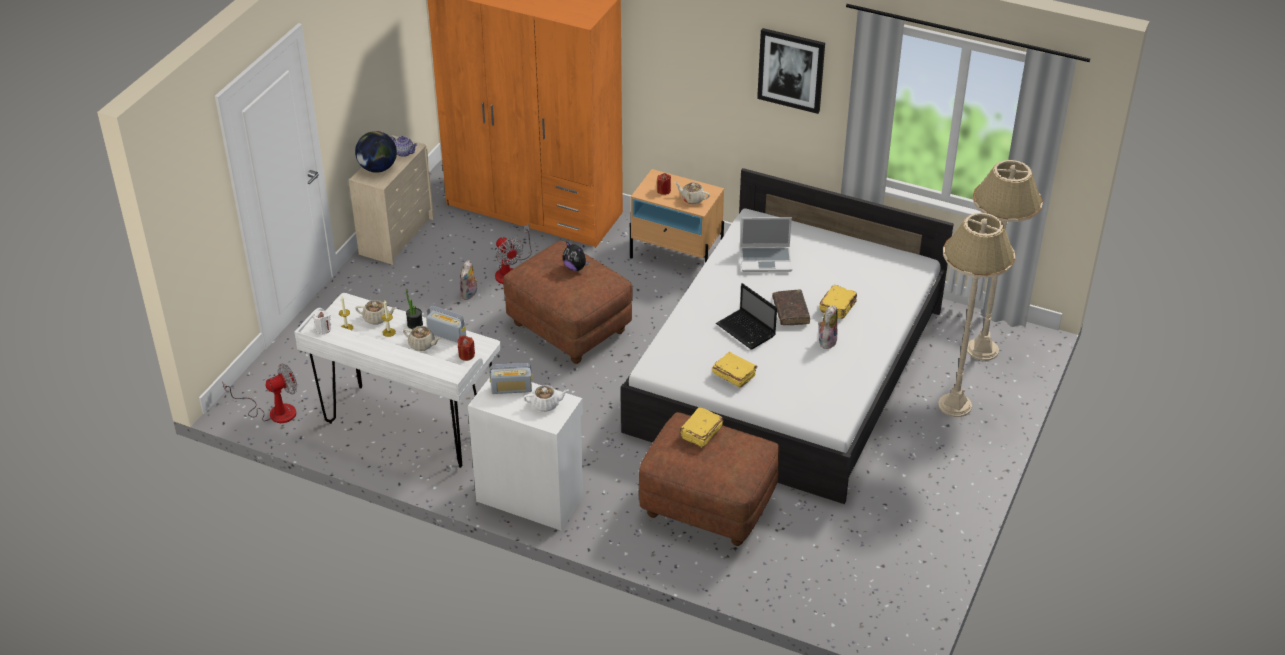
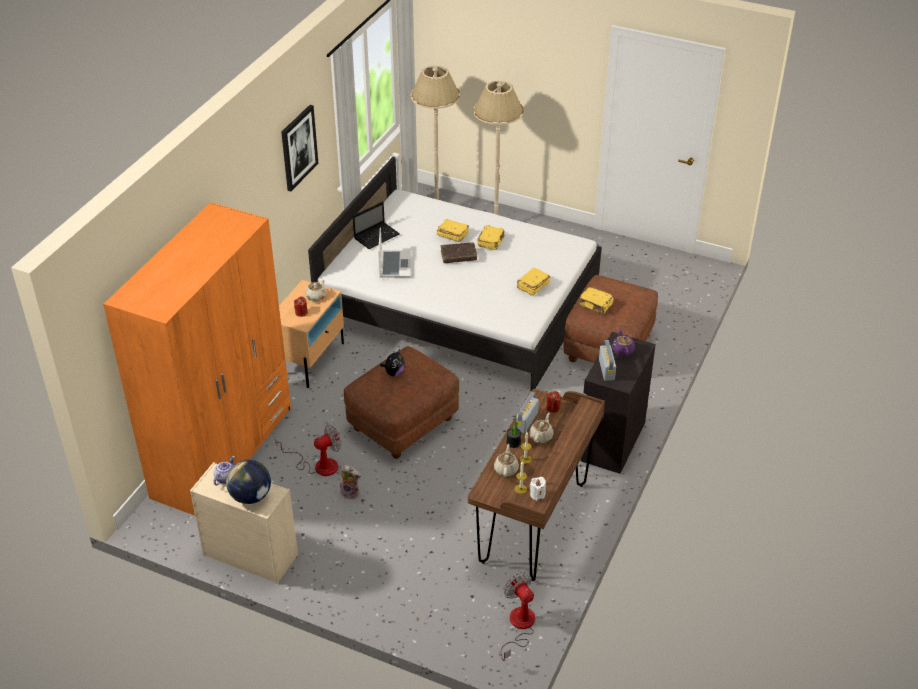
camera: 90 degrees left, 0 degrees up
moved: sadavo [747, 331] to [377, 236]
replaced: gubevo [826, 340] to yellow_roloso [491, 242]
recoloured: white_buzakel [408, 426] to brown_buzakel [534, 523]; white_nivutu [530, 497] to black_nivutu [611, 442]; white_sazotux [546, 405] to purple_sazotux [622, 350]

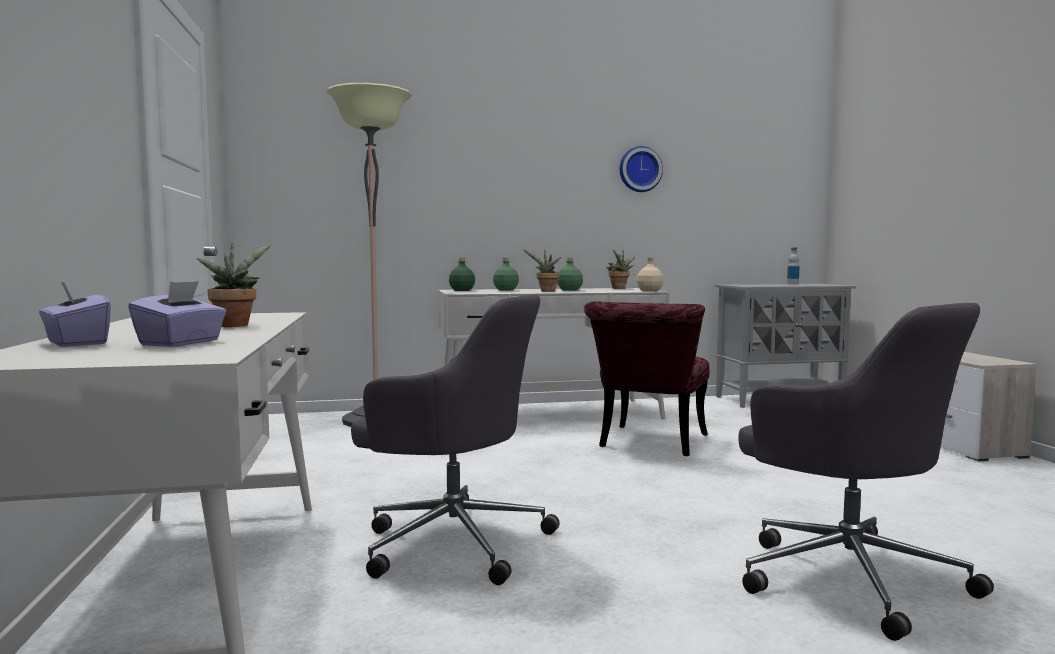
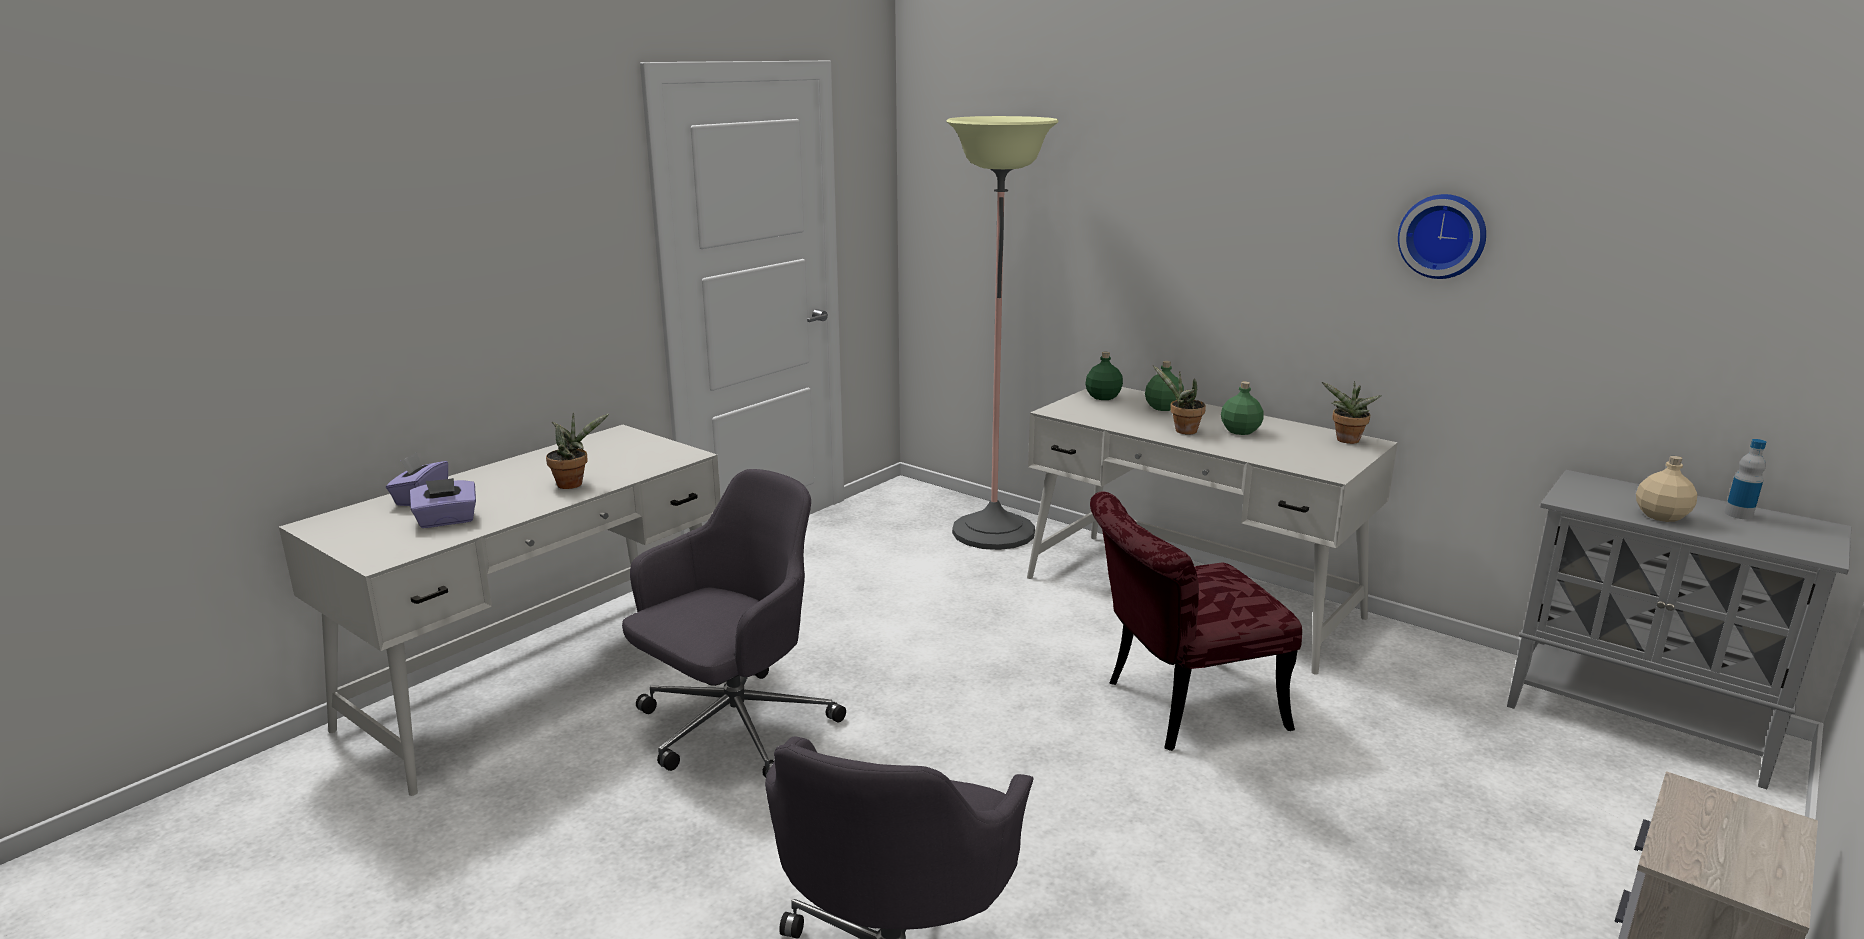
camera: 50 degrees right, 15 degrees up
moved: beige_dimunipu [649, 291] to [1660, 516]
turned: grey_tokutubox [452, 541] = [733, 729] 120 degrees counterclockwise

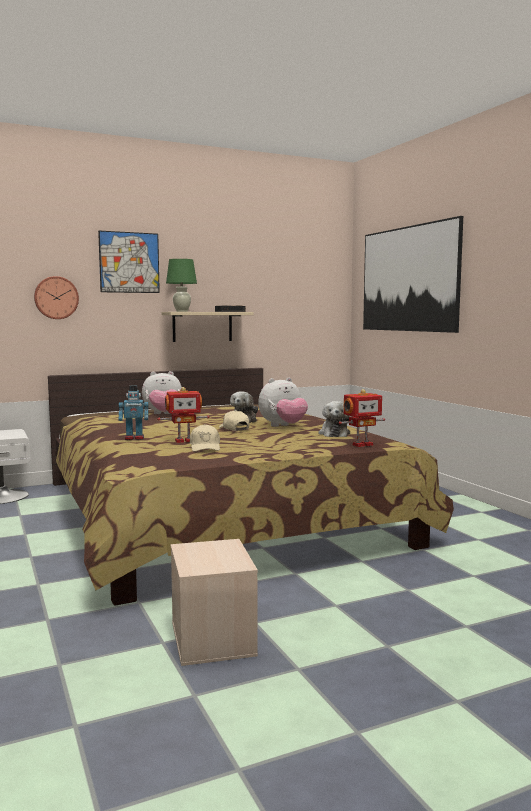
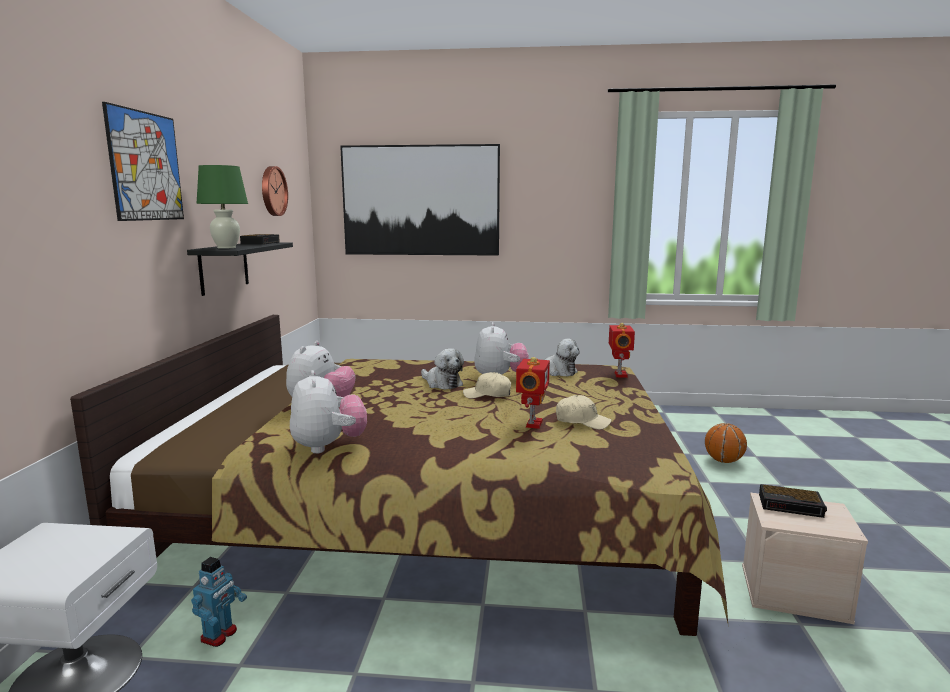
camera: 60 degrees left, 5 degrees up
added: gubevo [328, 446]; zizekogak [723, 461]; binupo [792, 505]
moved: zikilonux [56, 298] to [272, 191]; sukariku [134, 438] to [219, 635]
recoloured: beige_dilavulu [202, 326] to black_dilavulu [224, 267]

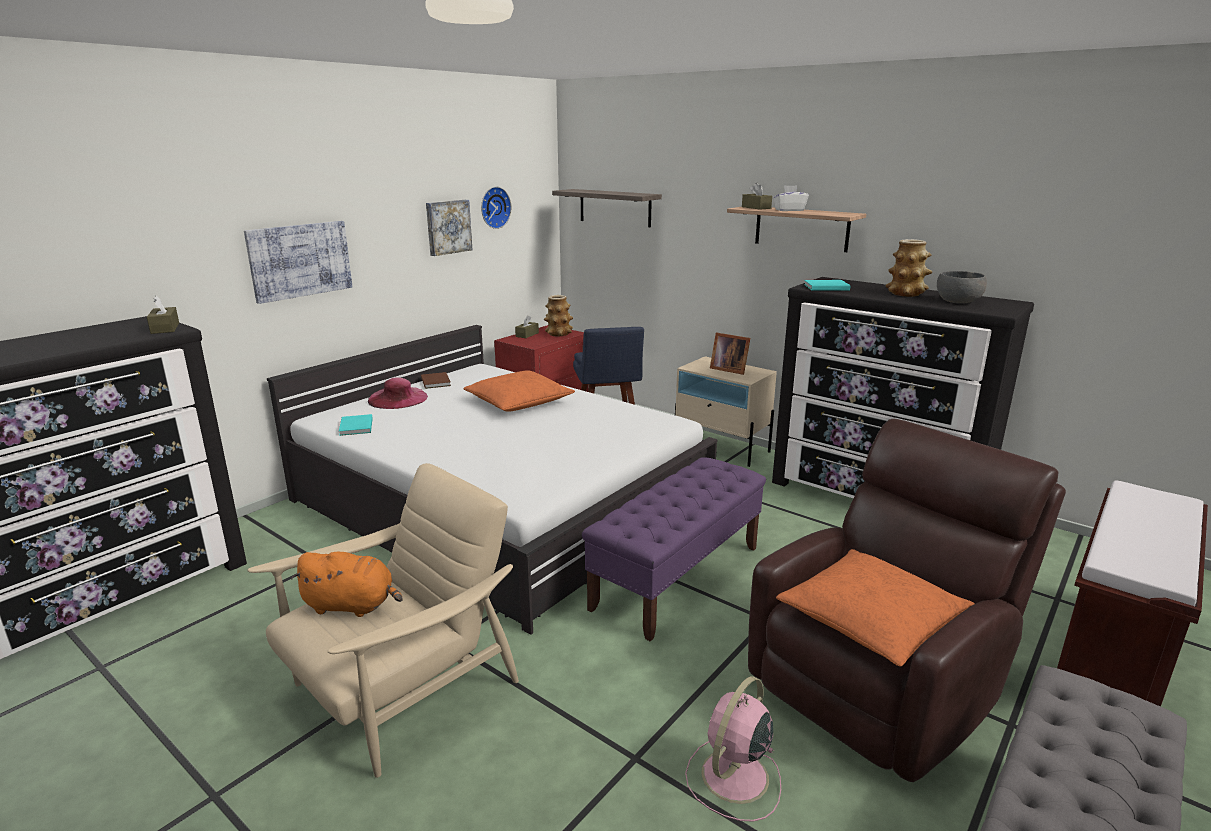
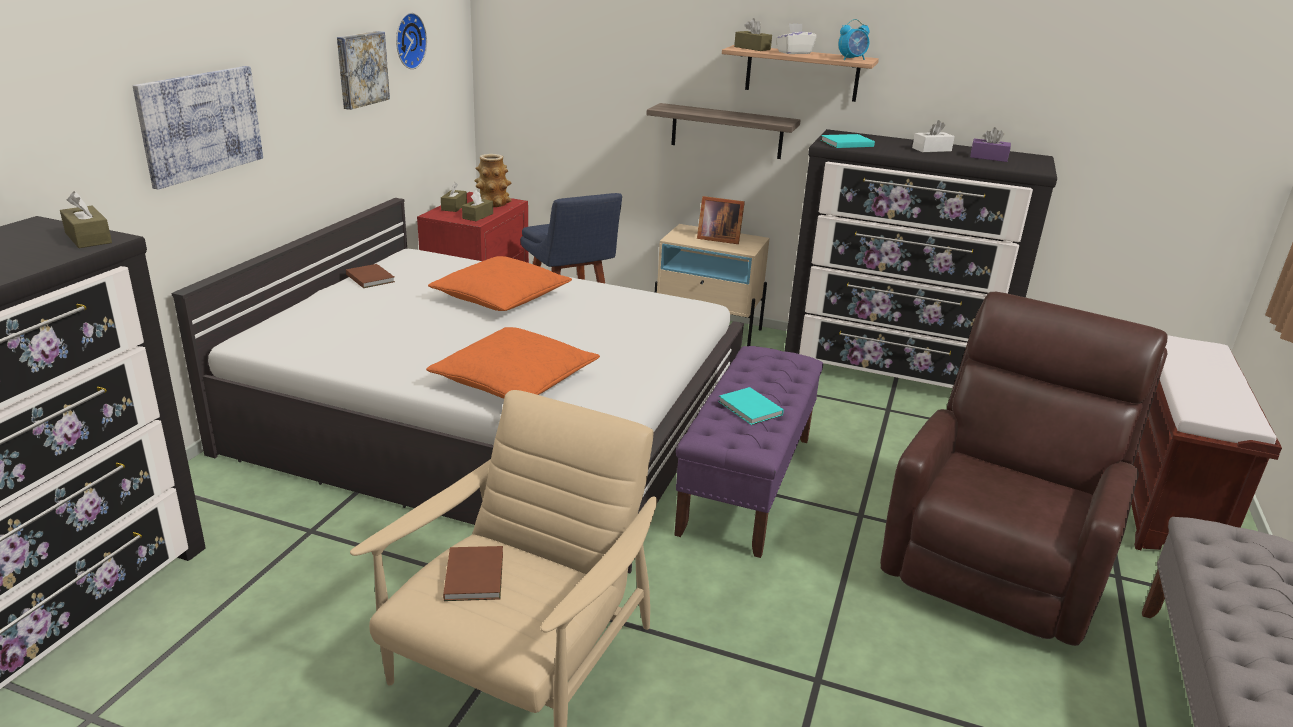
camera: 20 degrees left, 5 degrees up
removed: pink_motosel [397, 398]; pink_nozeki [733, 778]
added: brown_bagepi [478, 216]; binupo [852, 59]
moved: turquoise_roloso [355, 427] to [750, 409]; dilavulu [615, 207] to [727, 131]; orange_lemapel [870, 619] to [514, 380]
replaced: orange_gubevo [352, 605] to brown_roloso [475, 574]; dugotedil [906, 294] to white_bagepi [931, 149]; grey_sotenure [958, 301] to purple_bagepi [988, 157]

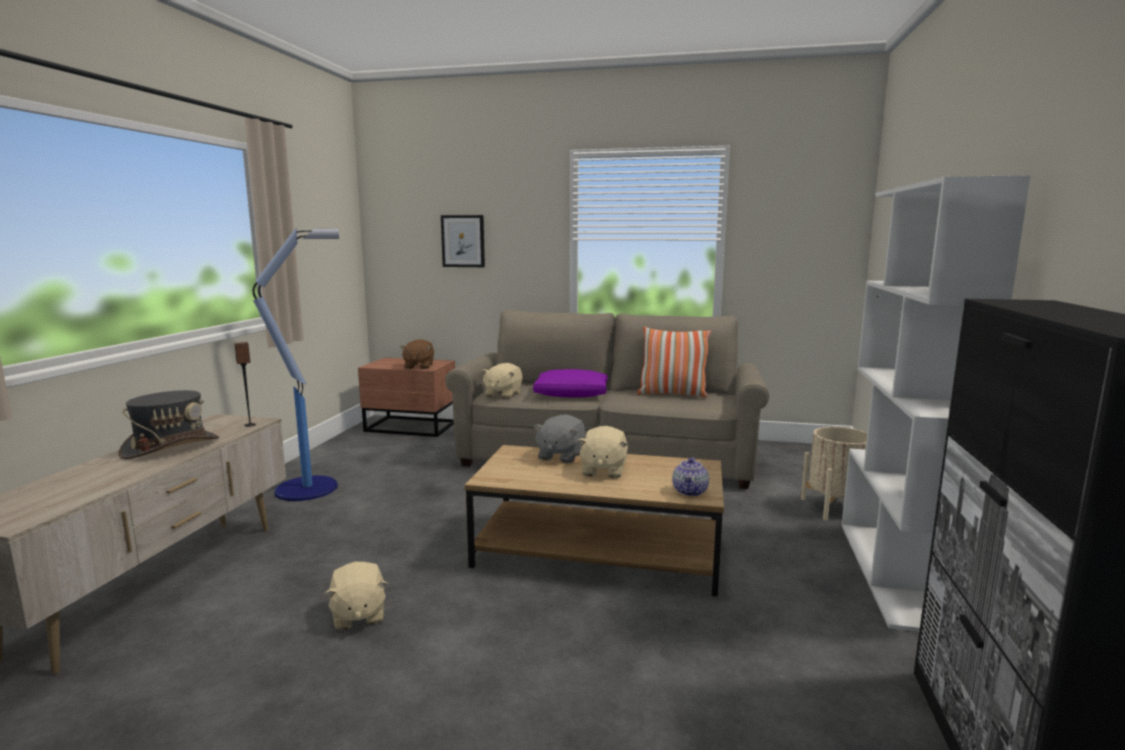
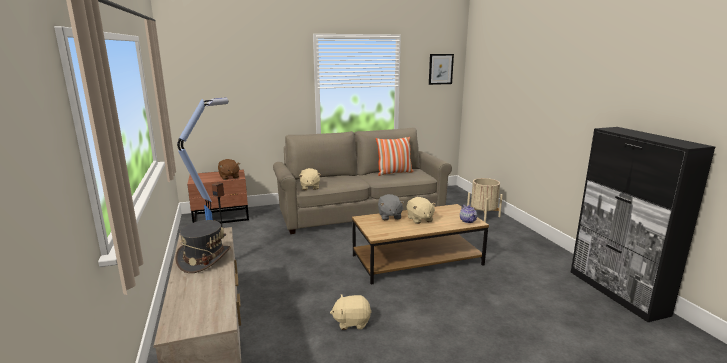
camera: 30 degrees left, 5 degrees up
removed: purple_lemapel [572, 394]; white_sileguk [893, 573]
moved: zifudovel [463, 241] to [440, 69]
turned: beige_gubevo [358, 615] = [351, 322] 135 degrees clockwise

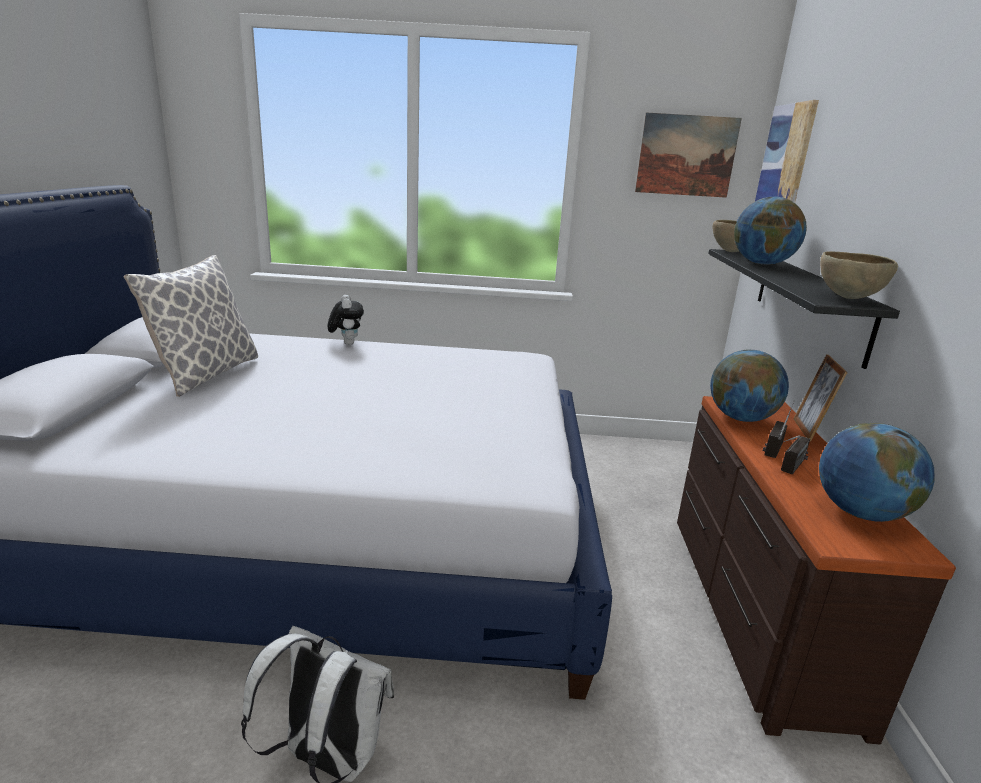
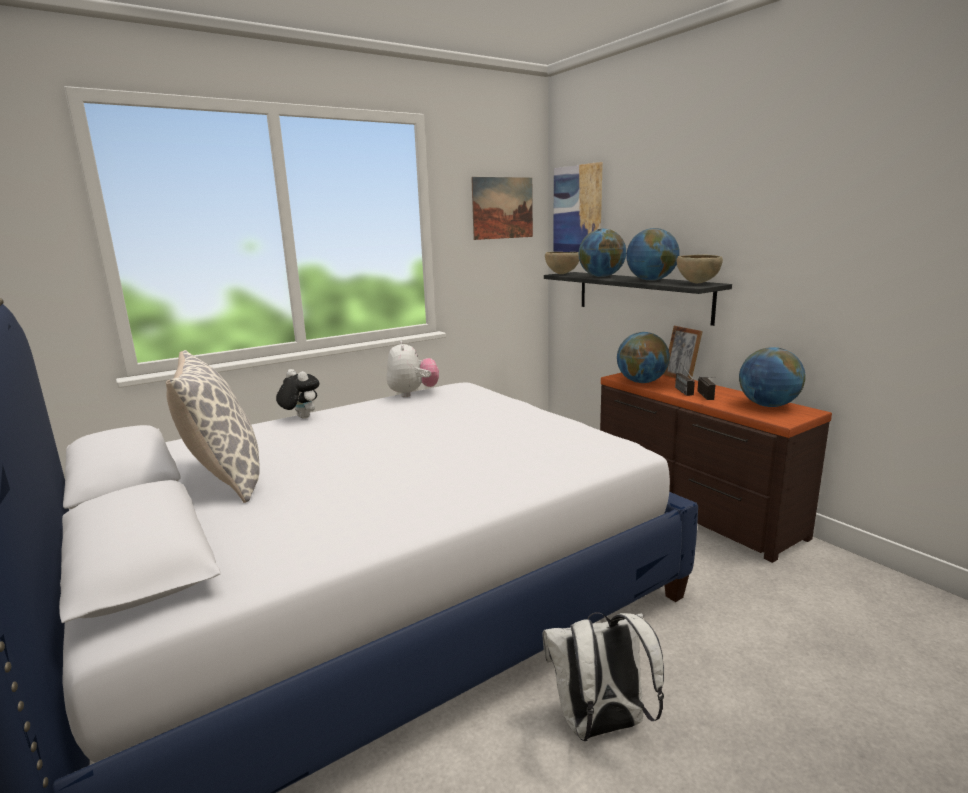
camera: 35 degrees left, 5 degrees down
added: gubevo [413, 393]; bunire [651, 280]

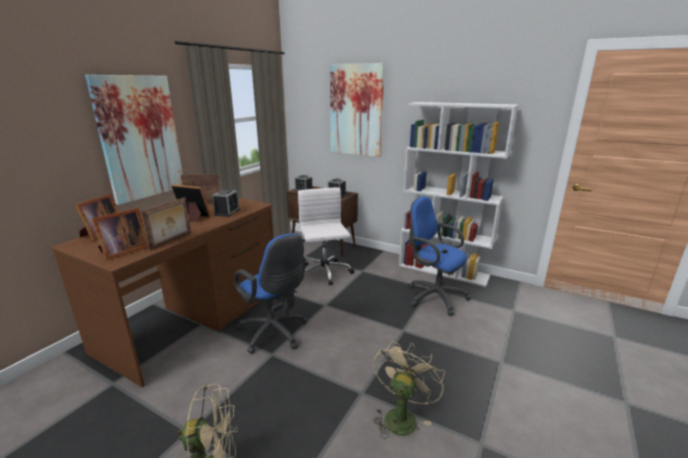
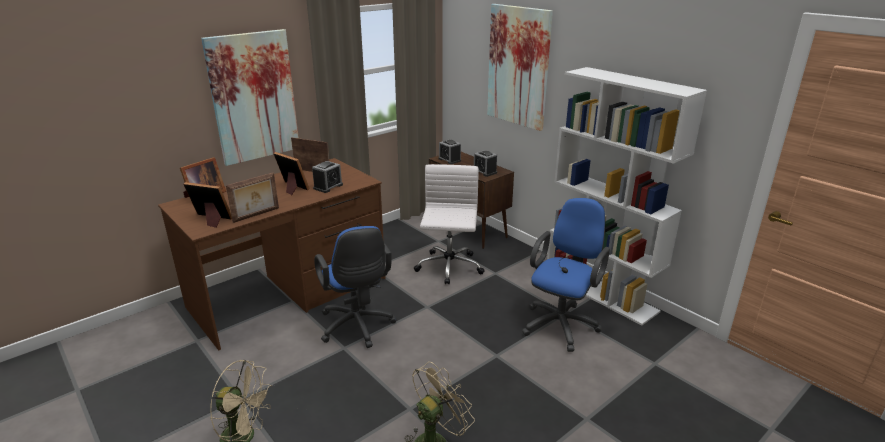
camera: 20 degrees right, 5 degrees up
turned: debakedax [123, 251] = [211, 220] 135 degrees counterclockwise; blue_tokutubox [433, 296] = [561, 323] 60 degrees clockwise

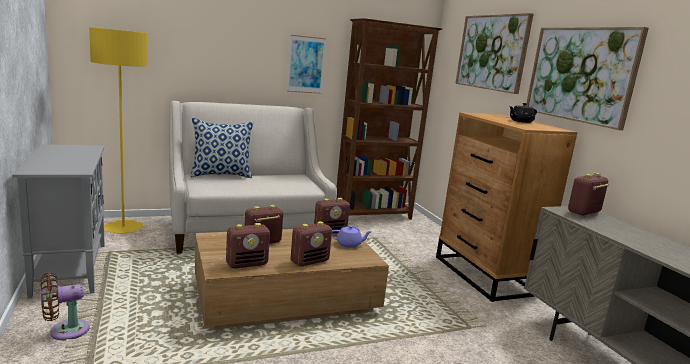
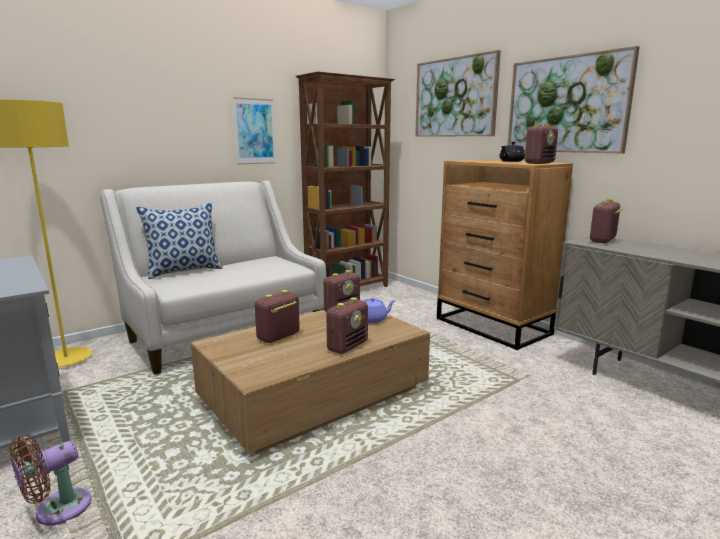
camera: 15 degrees left, 0 degrees up
moved: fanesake [247, 264] to [539, 163]

